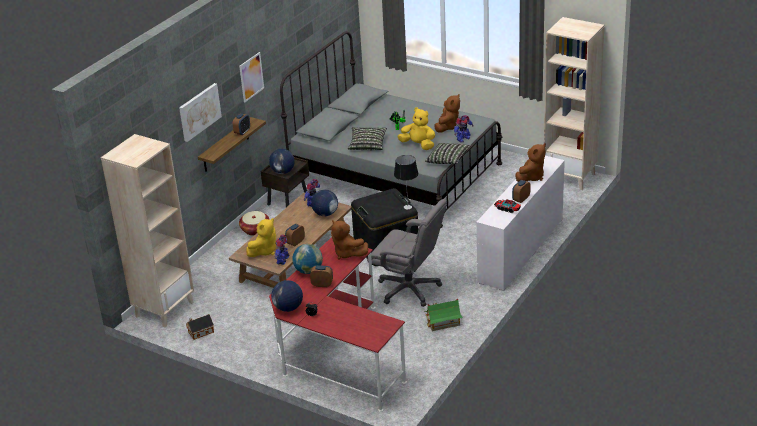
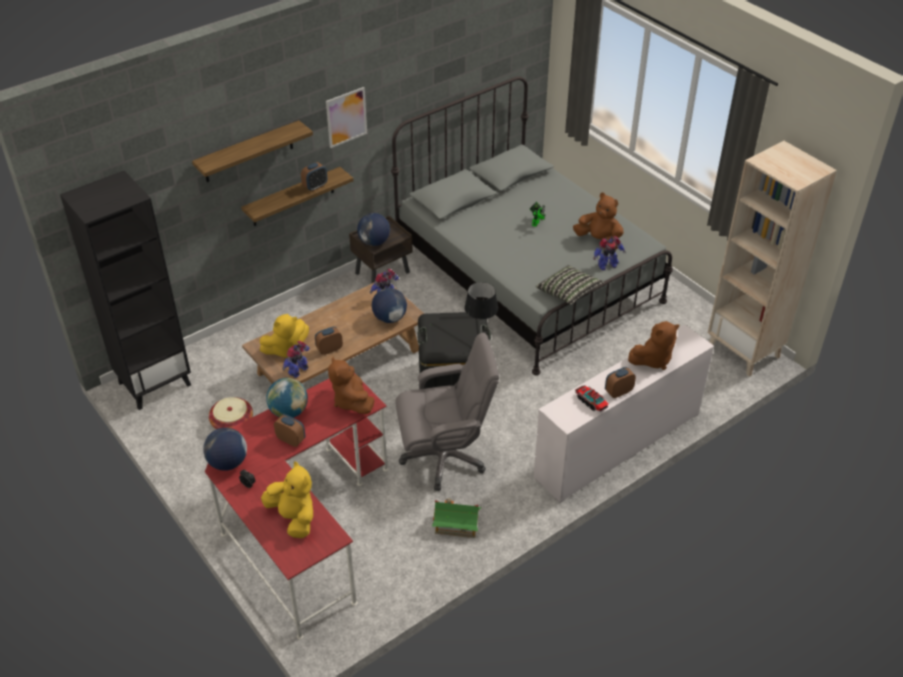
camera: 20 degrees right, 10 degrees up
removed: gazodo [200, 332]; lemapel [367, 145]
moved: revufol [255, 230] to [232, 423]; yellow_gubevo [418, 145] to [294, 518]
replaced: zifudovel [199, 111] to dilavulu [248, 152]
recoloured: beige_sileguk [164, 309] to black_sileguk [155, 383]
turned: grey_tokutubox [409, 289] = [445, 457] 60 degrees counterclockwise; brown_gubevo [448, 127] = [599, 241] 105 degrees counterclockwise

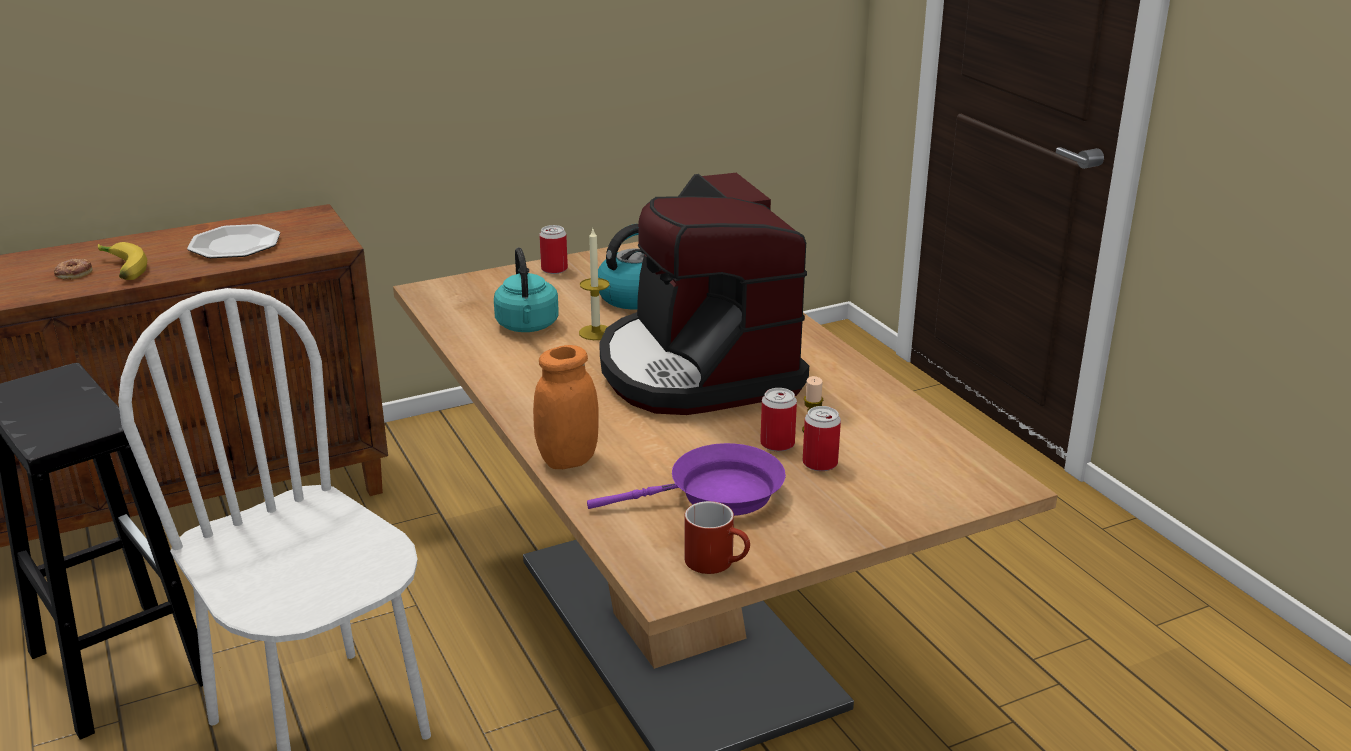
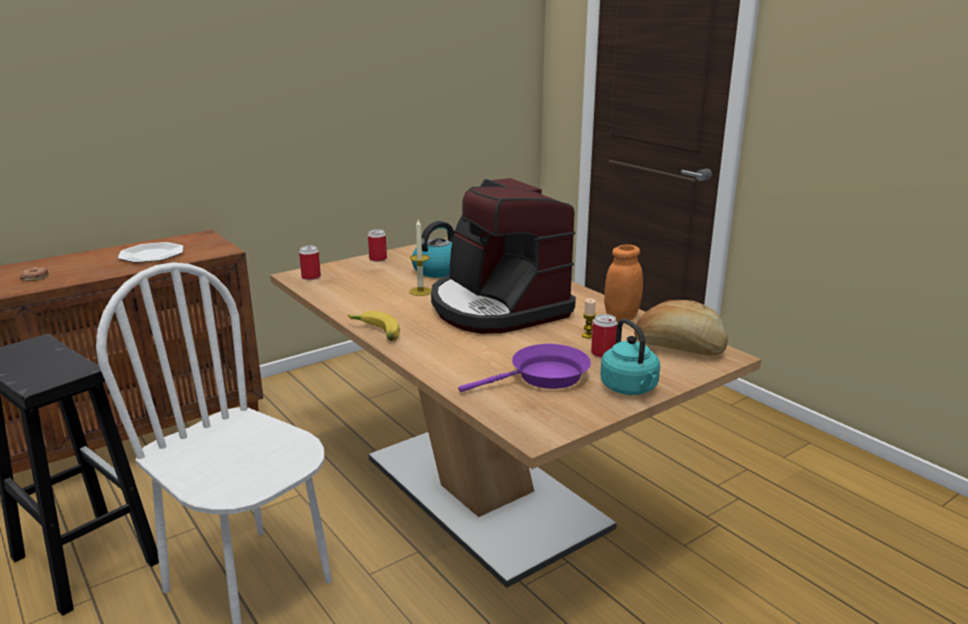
camera: 10 degrees left, 5 degrees down
removed: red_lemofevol [718, 562]
added: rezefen [679, 348]
moved: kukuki [120, 270] to [375, 333]; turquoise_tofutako [527, 326] to [630, 389]; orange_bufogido [568, 460] to [621, 317]; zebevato [777, 444] to [311, 277]

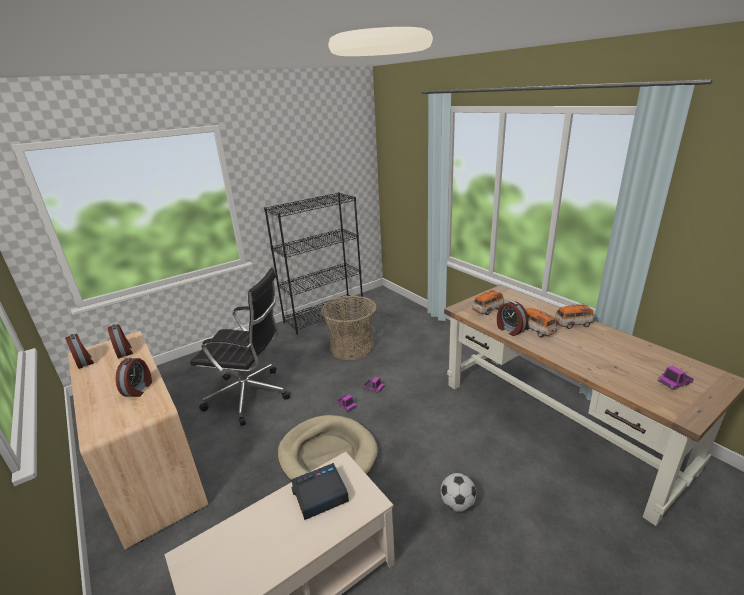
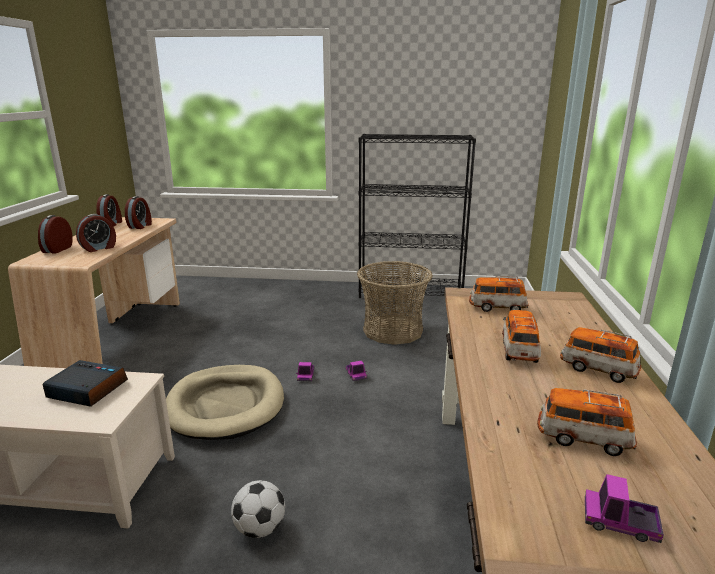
camera: 40 degrees right, 5 degrees down
removed: black_tokutubox [250, 396]
added: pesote [583, 438]
moved: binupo [510, 330] to [57, 249]

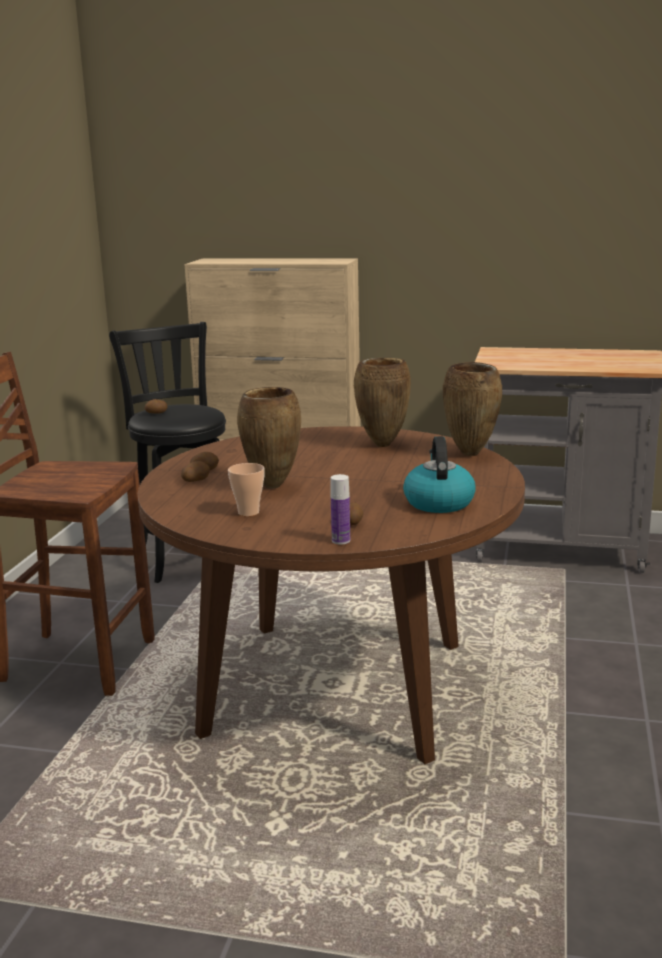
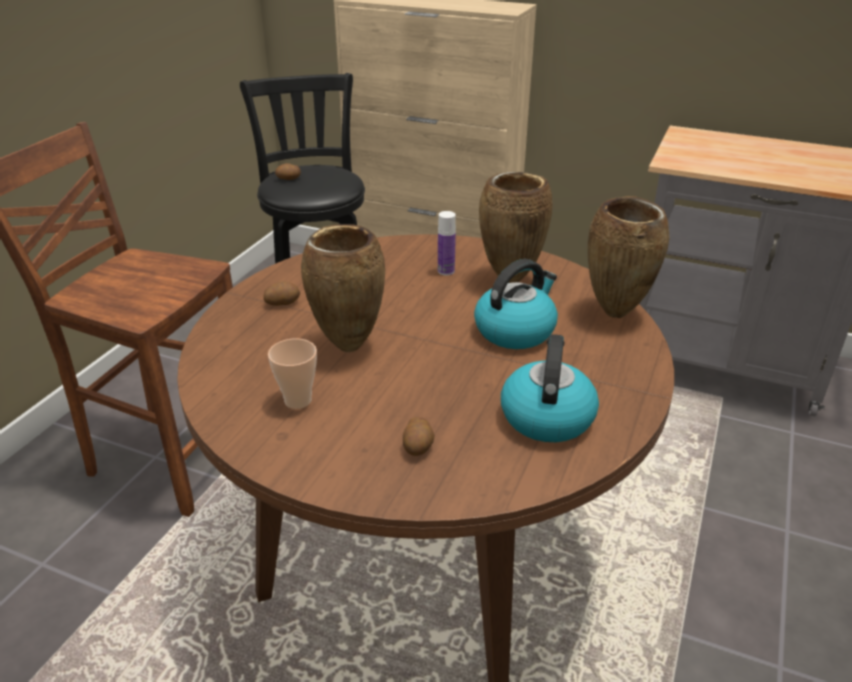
camera: 10 degrees right, 15 degrees up
removed: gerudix [195, 480]
added: tofutako [515, 330]
moved: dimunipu [341, 540] to [446, 271]

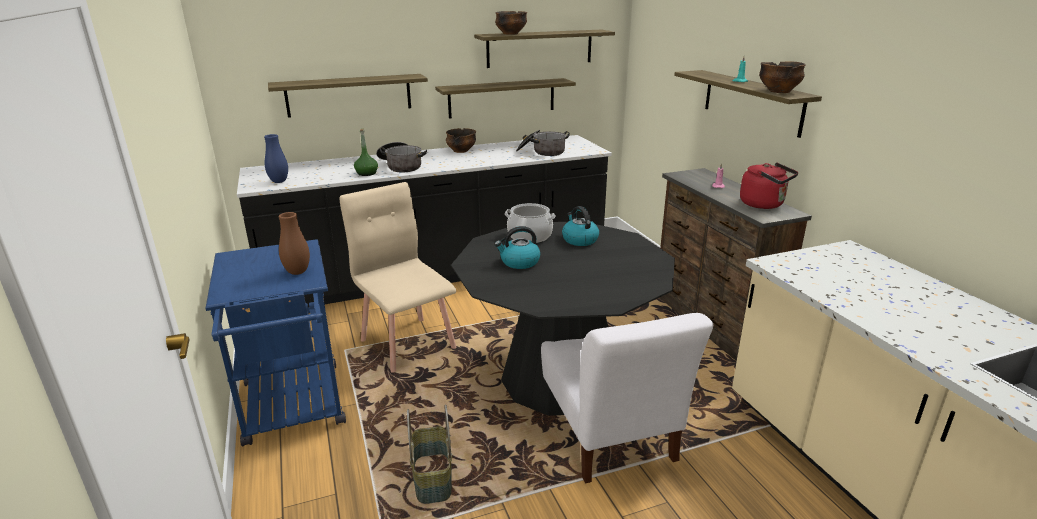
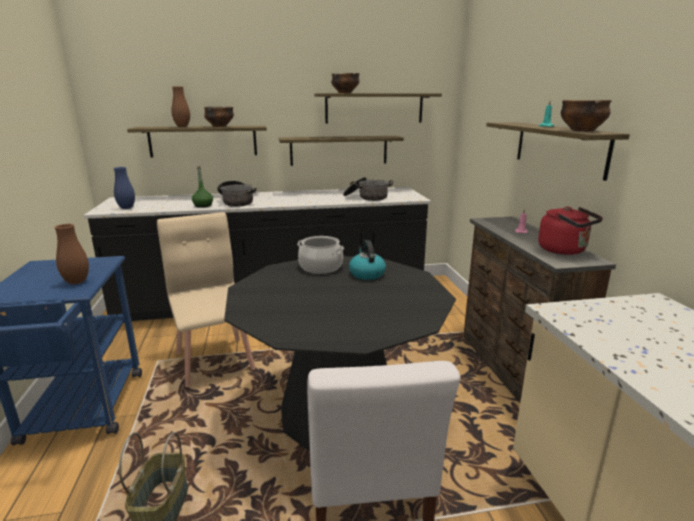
camera: 10 degrees right, 5 degrees down
removed: tofutako [519, 262]
added: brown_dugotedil [182, 126]
moved: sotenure [461, 151] to [219, 126]

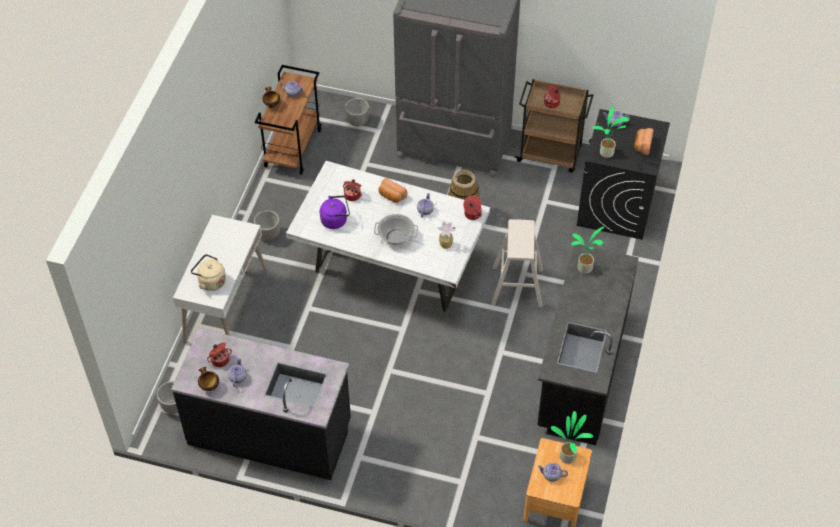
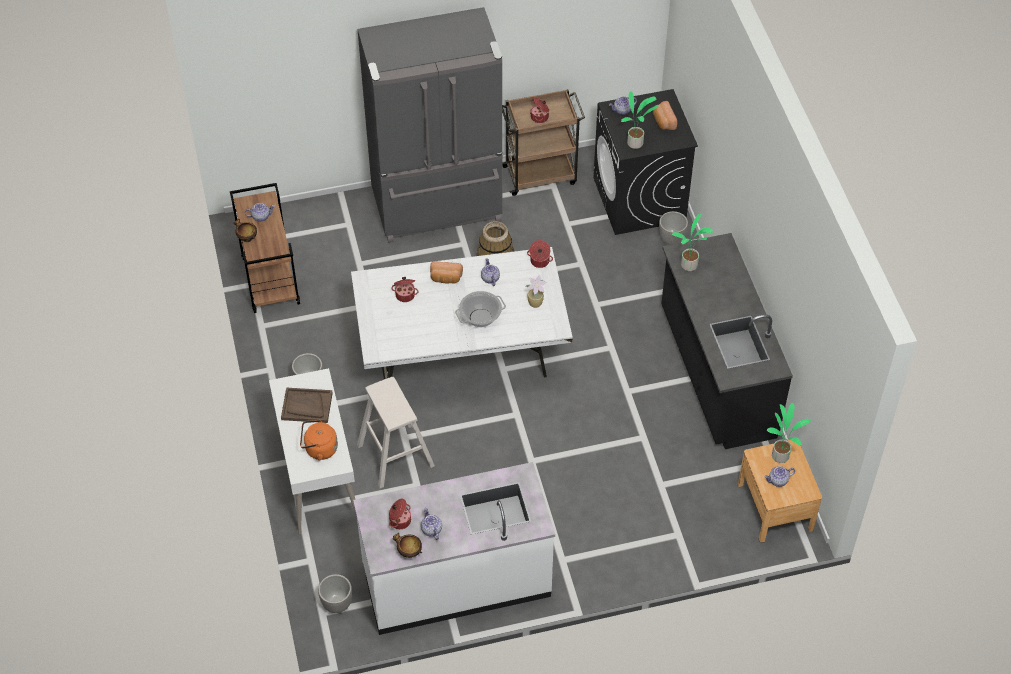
camera: 30 degrees left, 0 degrees up
removed: purple_tofutako [335, 220]
added: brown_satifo [306, 406]
moved: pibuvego [358, 121] to [671, 239]; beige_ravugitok [517, 286] to [395, 455]
recoloured: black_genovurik [270, 432] to white_genovurik [456, 580]; beige_tofutako [210, 281] to orange_tofutako [319, 449]

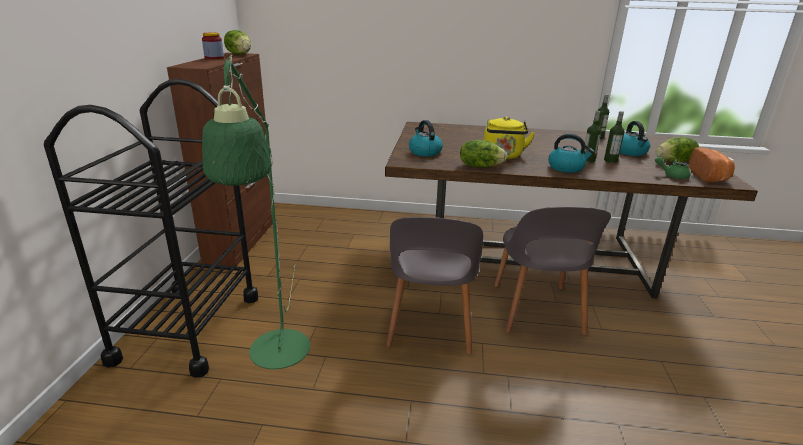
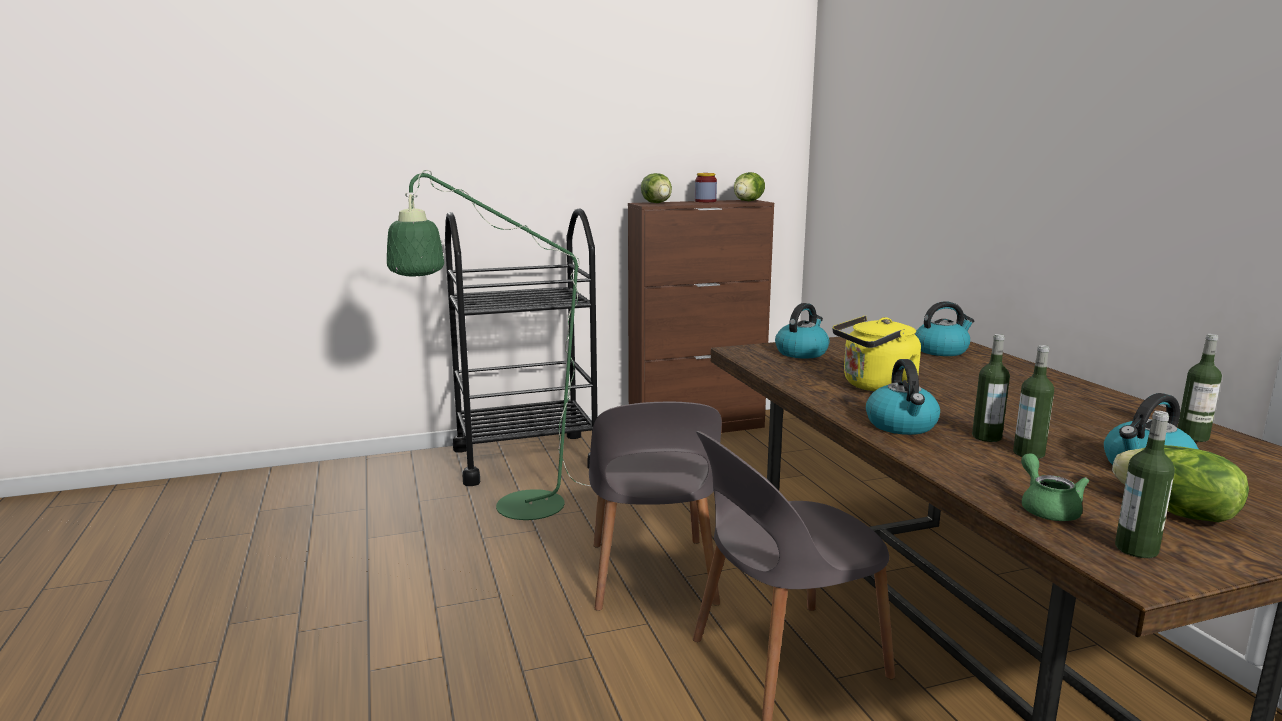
camera: 65 degrees right, 10 degrees down
added: tofutako [941, 350]
moved: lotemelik [480, 166] to [657, 203]
replaced: rezefen [709, 176] to dimunipu [1136, 549]
turned: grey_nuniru [430, 324] = [651, 576] 75 degrees counterclockwise

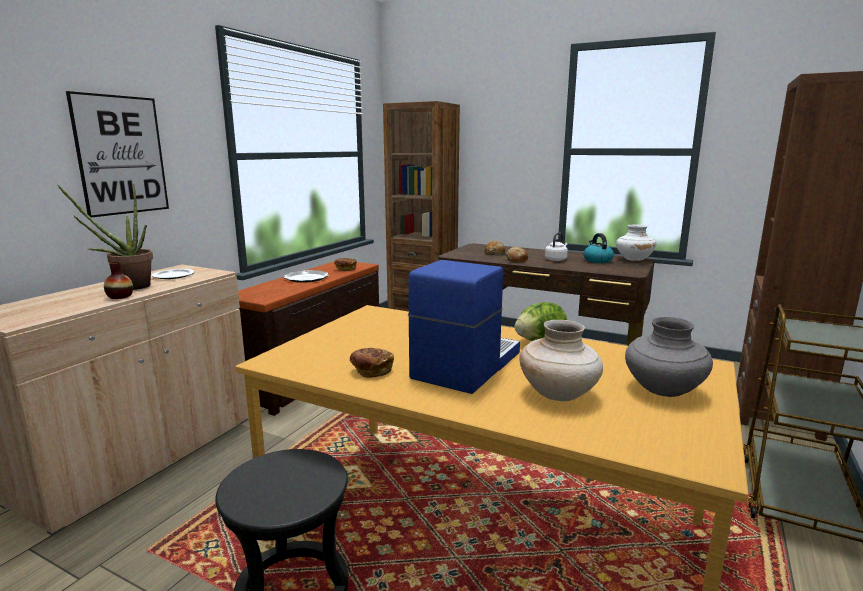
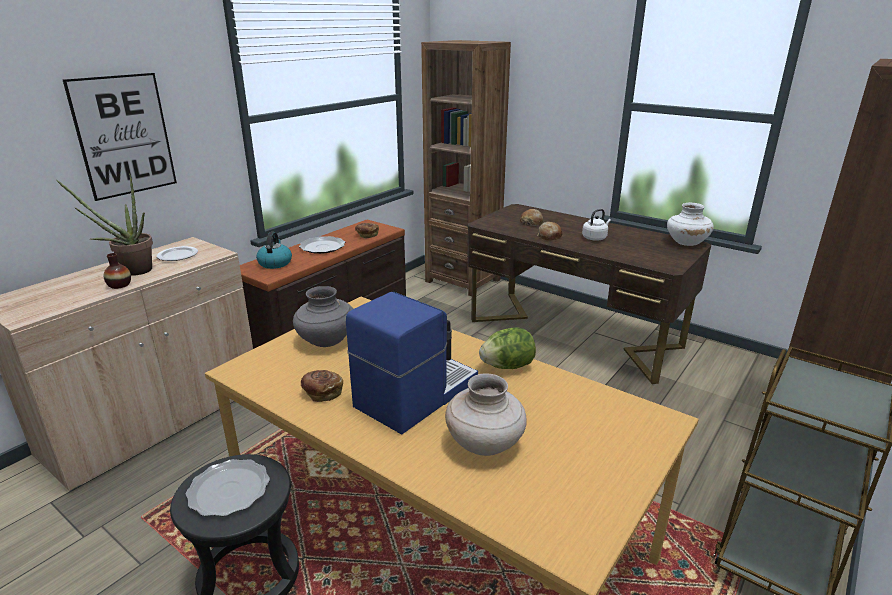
camera: 10 degrees right, 10 degrees up
added: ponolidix [228, 490]
moved: tofutako [597, 260] to [275, 263]; grey_dugotedil [663, 390] to [326, 341]

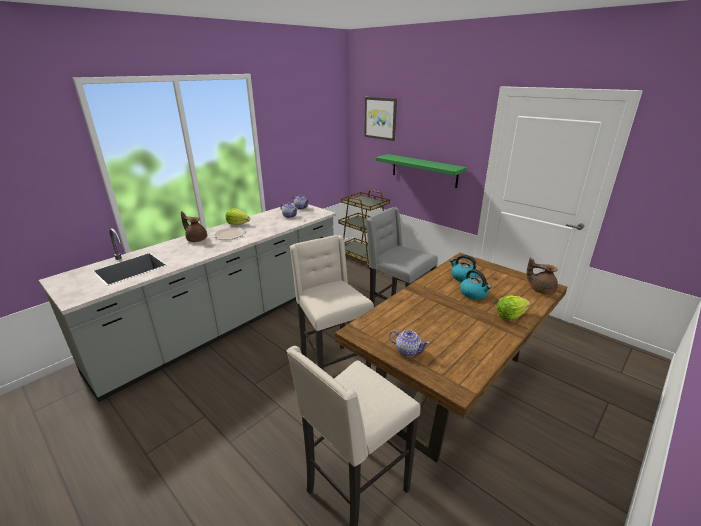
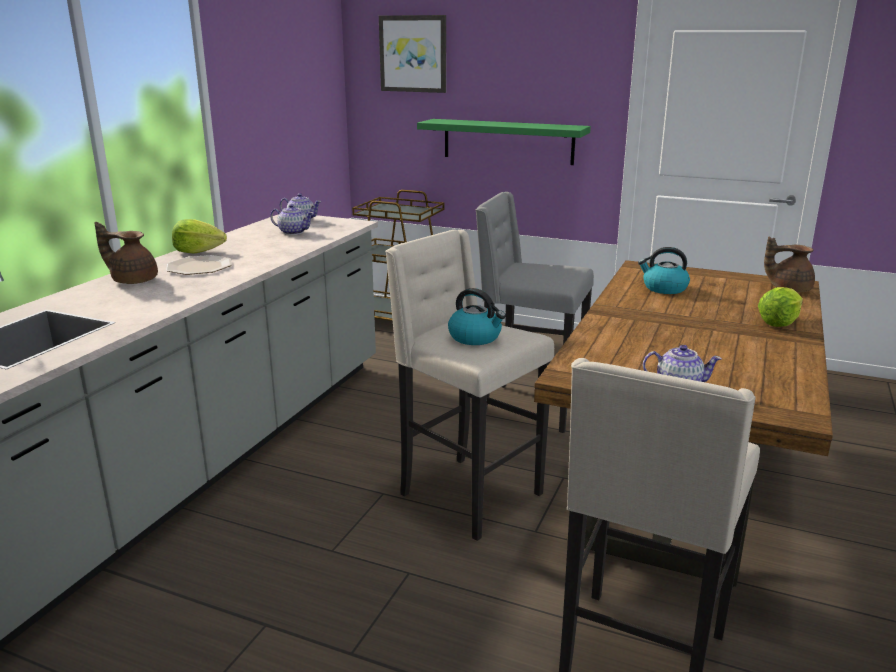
camera: 20 degrees left, 5 degrees down
moved: tofutako [474, 294] to [475, 337]

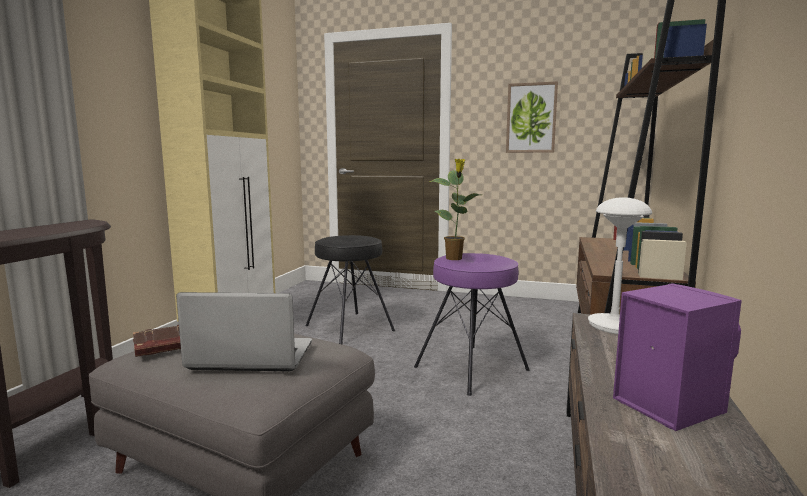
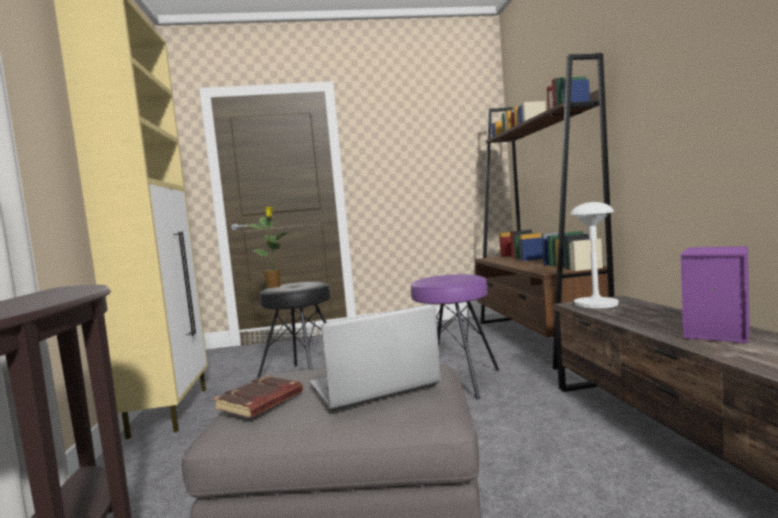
camera: 25 degrees left, 5 degrees down
removed: zifudovel [531, 118]
moved: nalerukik [454, 258] to [274, 286]

